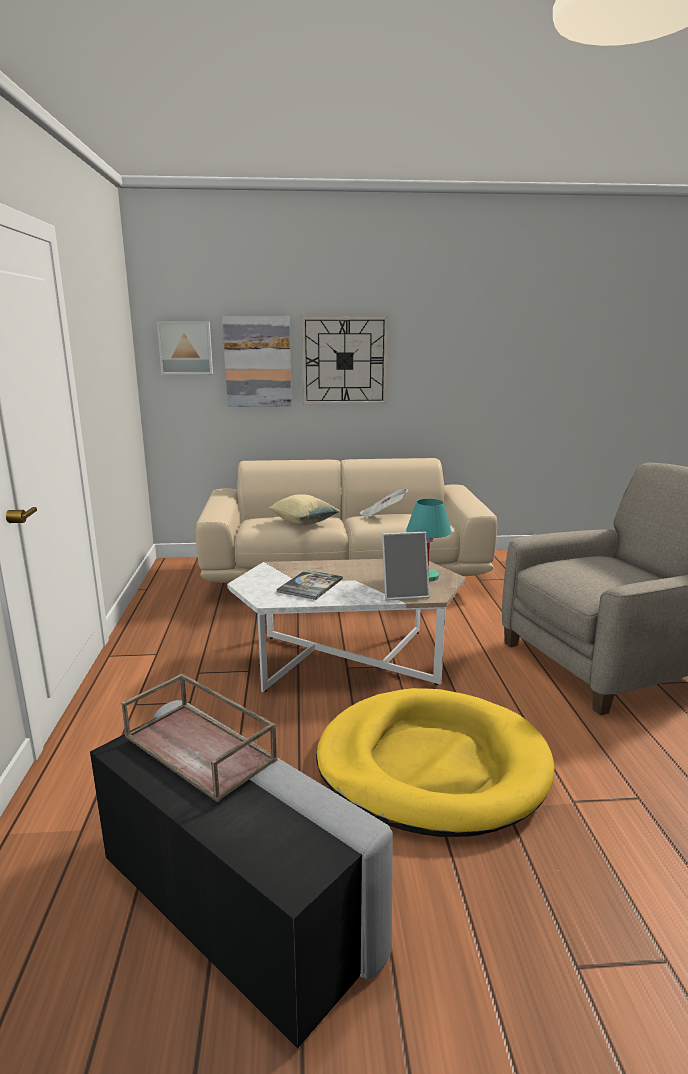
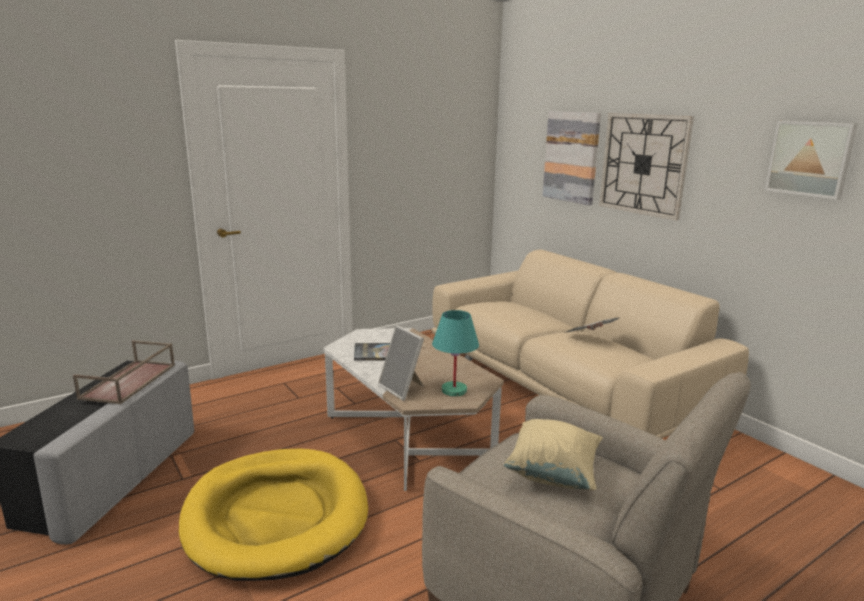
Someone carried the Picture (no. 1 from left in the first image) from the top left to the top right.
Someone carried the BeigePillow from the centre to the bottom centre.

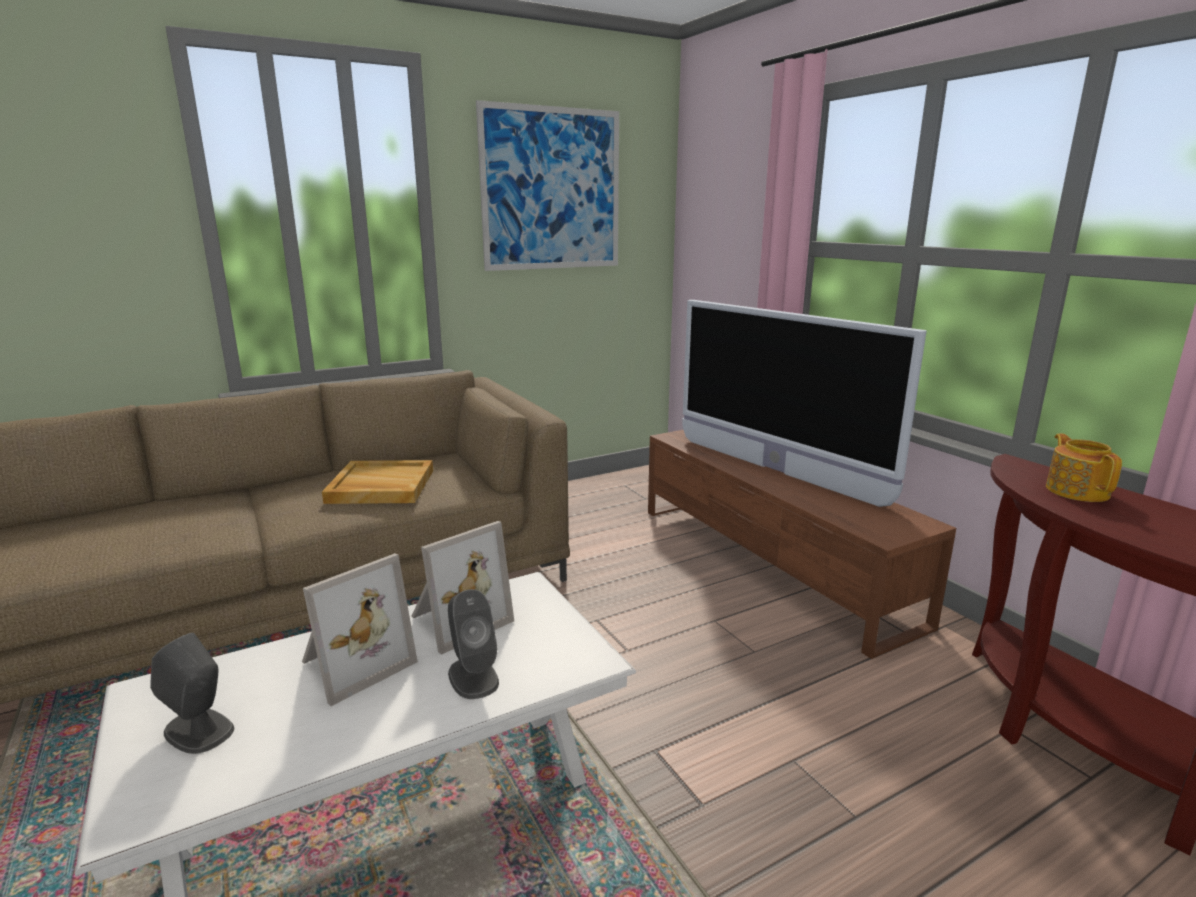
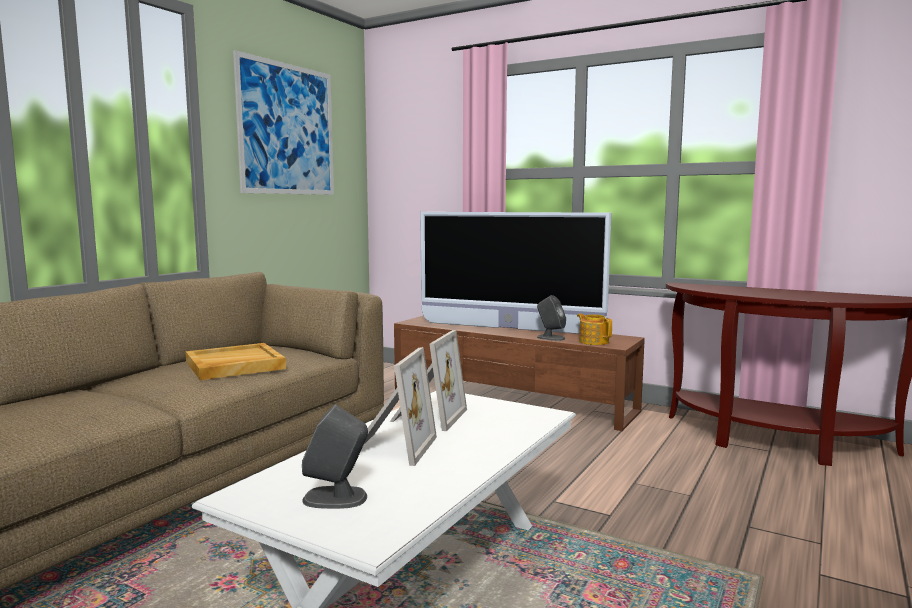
Someone carried the GreySpeaker (no. 2 from left) from the bottom centre to the centre.
Someone carried the Teapot from the middle right to the centre.

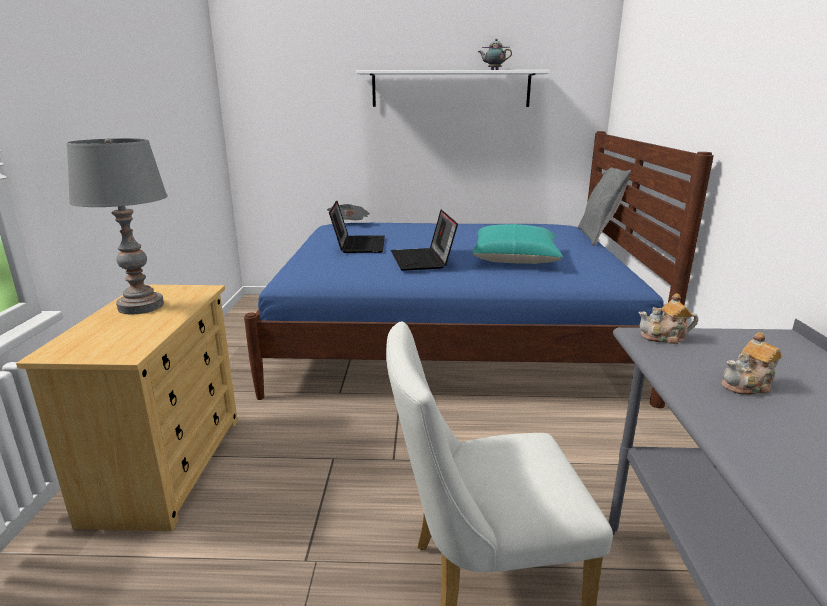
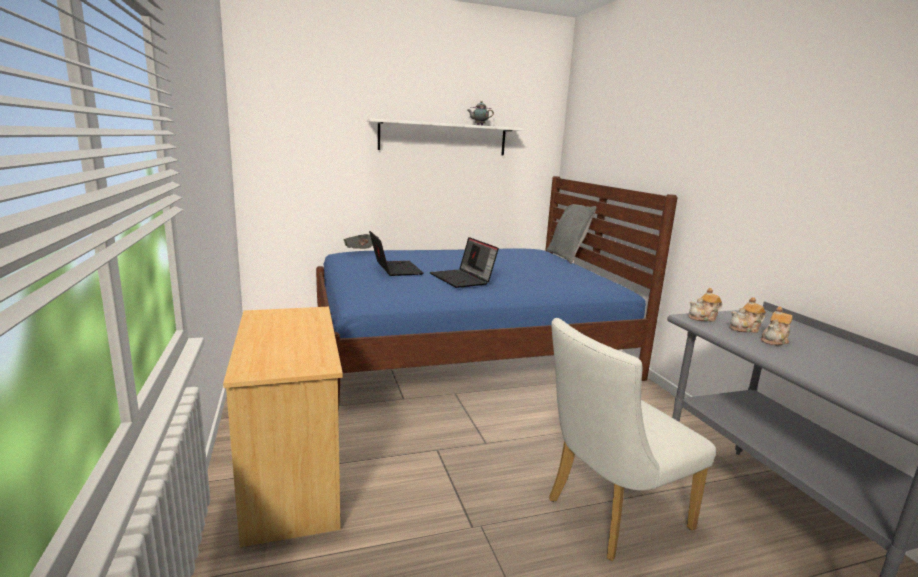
Someone took away the GreyTableLamp at the middle left.
Someone took away the TurquoisePillow at the centre.
Someone put down the Teapot (no. 3 from left) at the middle right.

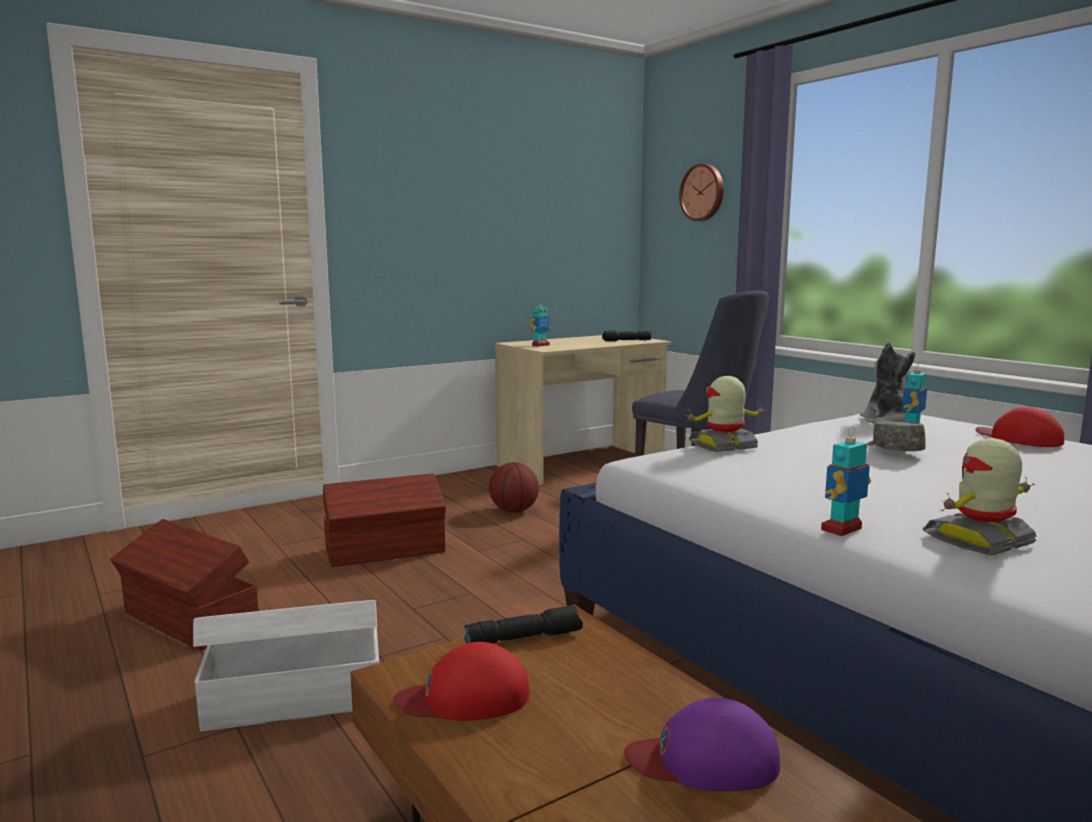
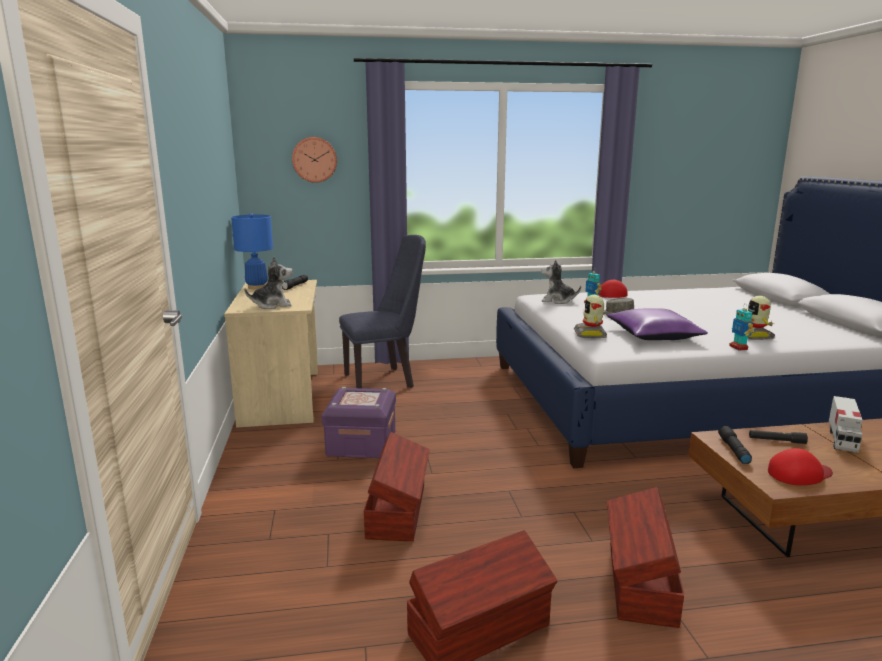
Someone put down the BlueTableLamp at the middle left.
Someone put down the PurplePillow at the middle right.
Someone put down the BlackFlashlight (no. 3 from left) at the middle right.
Someone swapped the Basketball at the centre for the PurpleStorageBox at the centre.
Someone swapped the ToyRobot (no. 1 from left) at the centre for the PlushToy (no. 1 from left) at the middle left.
Someone swapped the PurpleCap at the bottom centre for the ToyTruck at the middle right.
Someone repainted the WhiteStorageBox at the bottom left, which became the BrownStorageBox (no. 3 from left) at the bottom right.
Someone rotated the RedCap (no. 1 from left in the first image) at the bottom centre by 120 degrees counterclockwise.

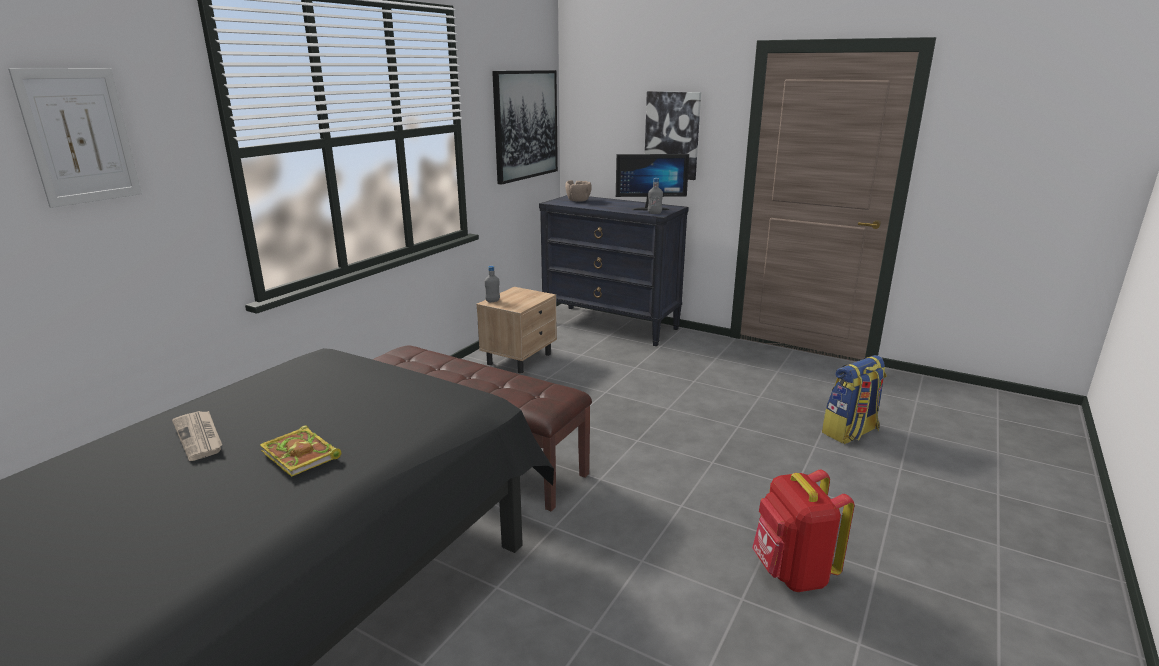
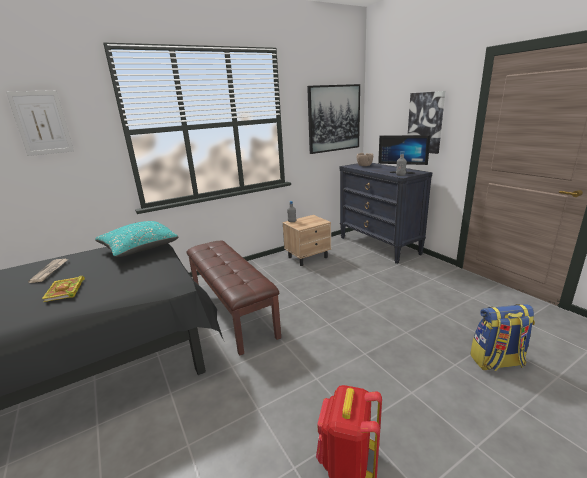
Someone put down the TurquoisePillow at the middle left.

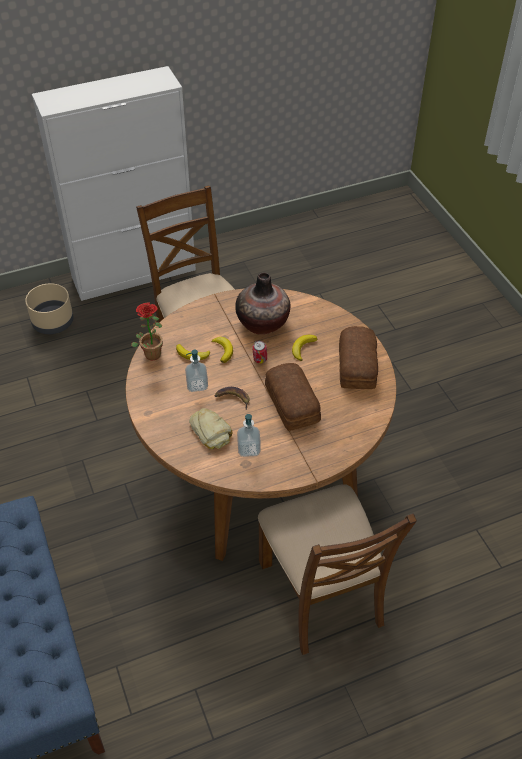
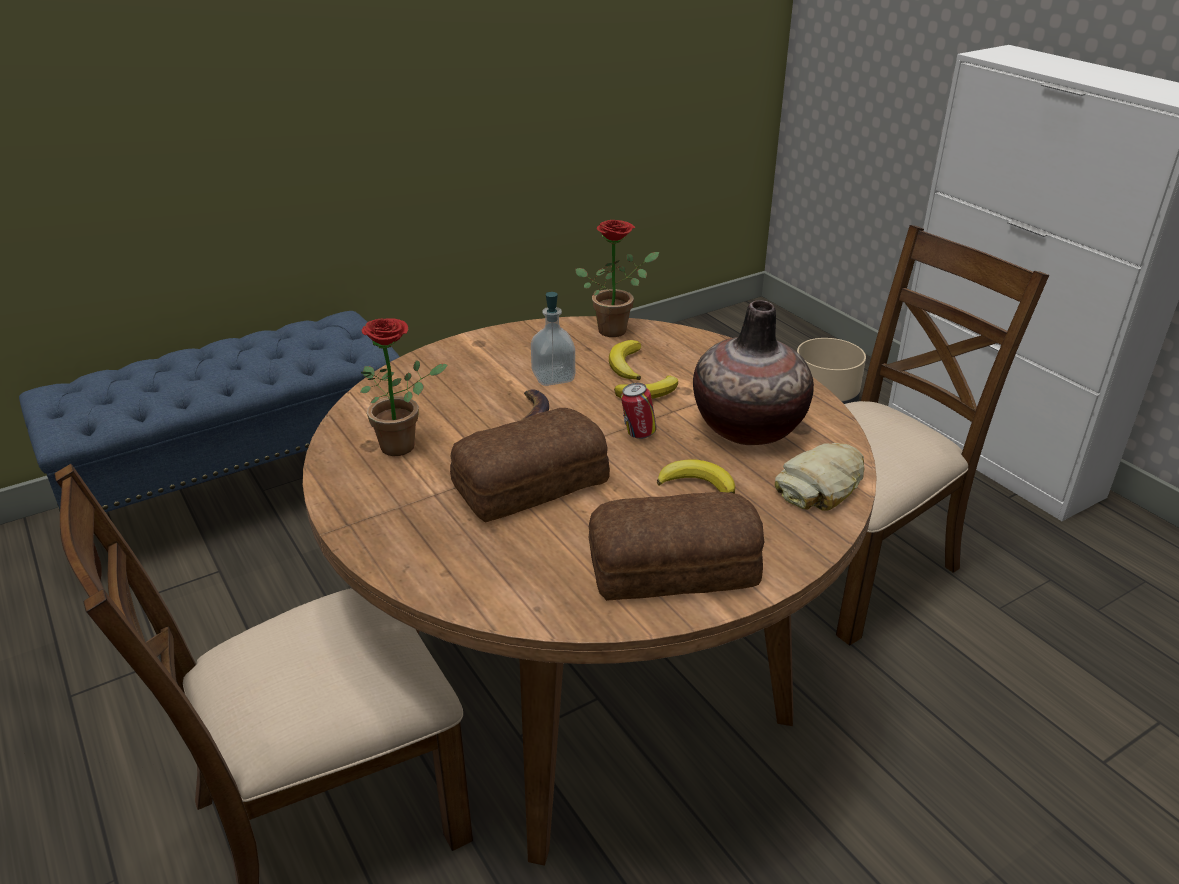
Someone carried the Bread (no. 1 from left in the first image) from the centre to the middle right.
Someone swapped the SoapDispenser (no. 2 from left) at the centre for the PottedPlant (no. 1 from left) at the centre.

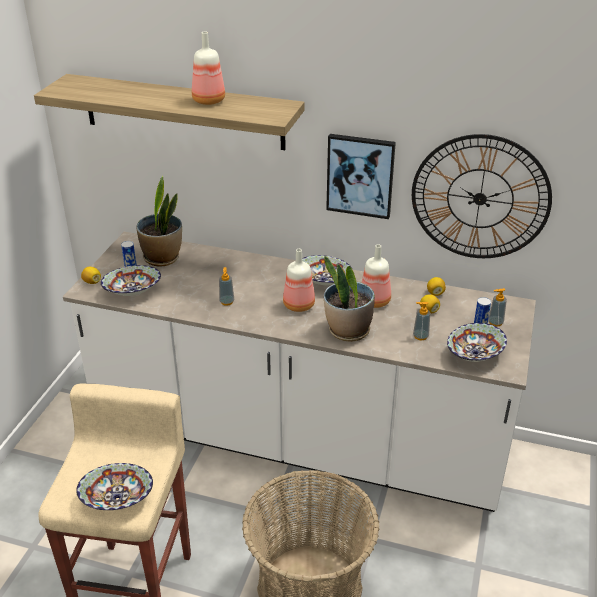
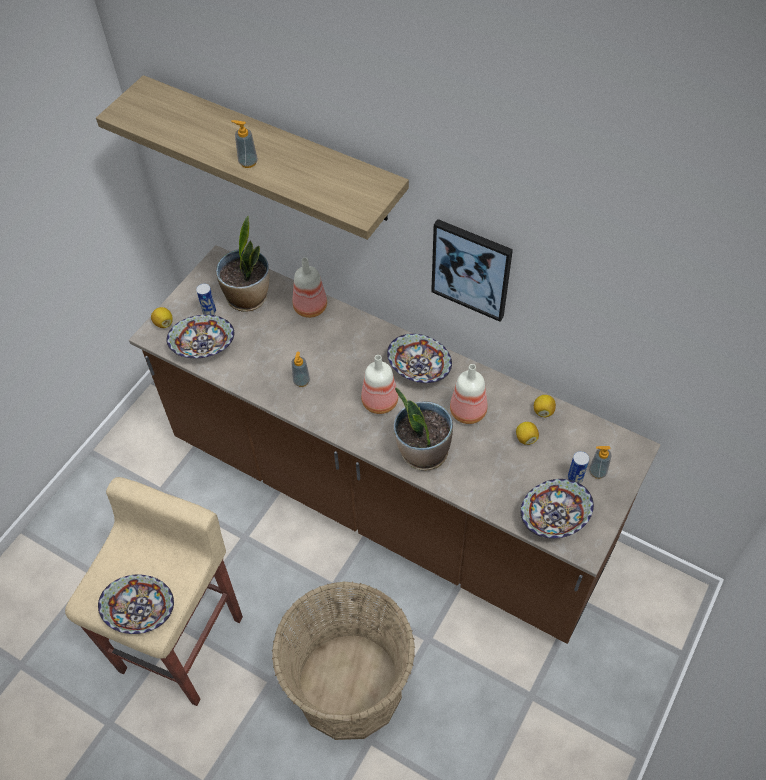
Someone took away the WallClock at the top right.
Someone carried the Bottle (no. 1 from left) from the top centre to the centre.
Someone carried the SoapDispenser (no. 2 from left in the first image) from the middle right to the top left.
Someone repainted the WhiteCounter at the centre, which became the BrownCounter at the centre.

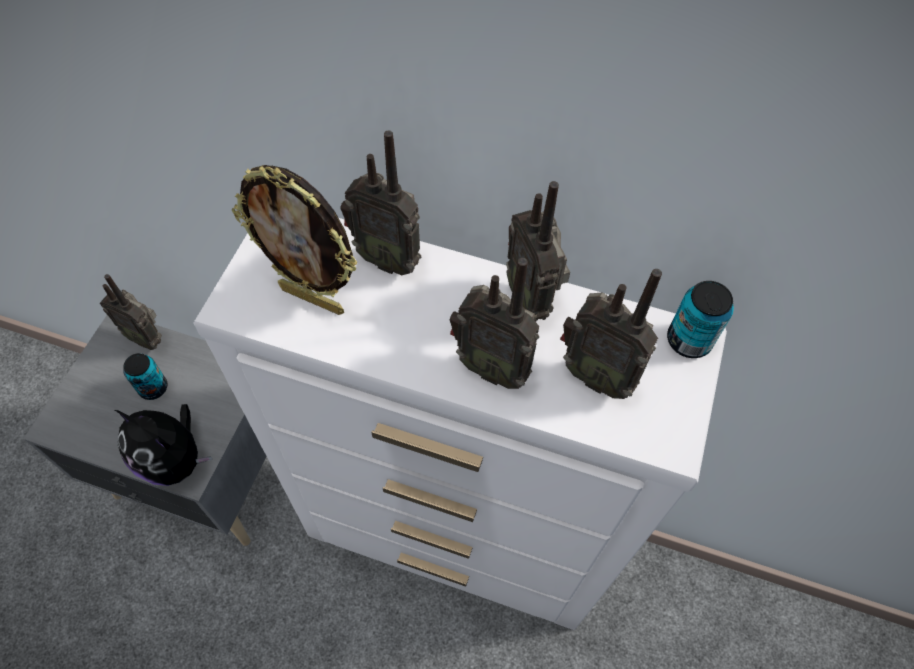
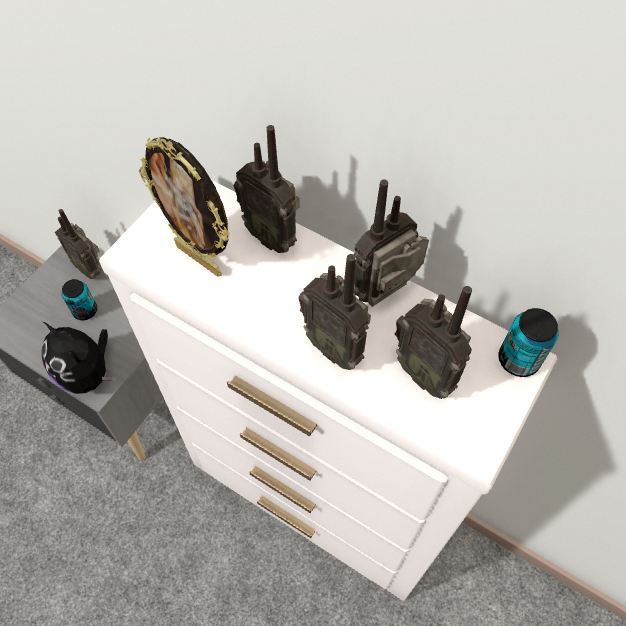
Someone rotated the Radio (no. 4 from left) at the centre by 60 degrees clockwise.

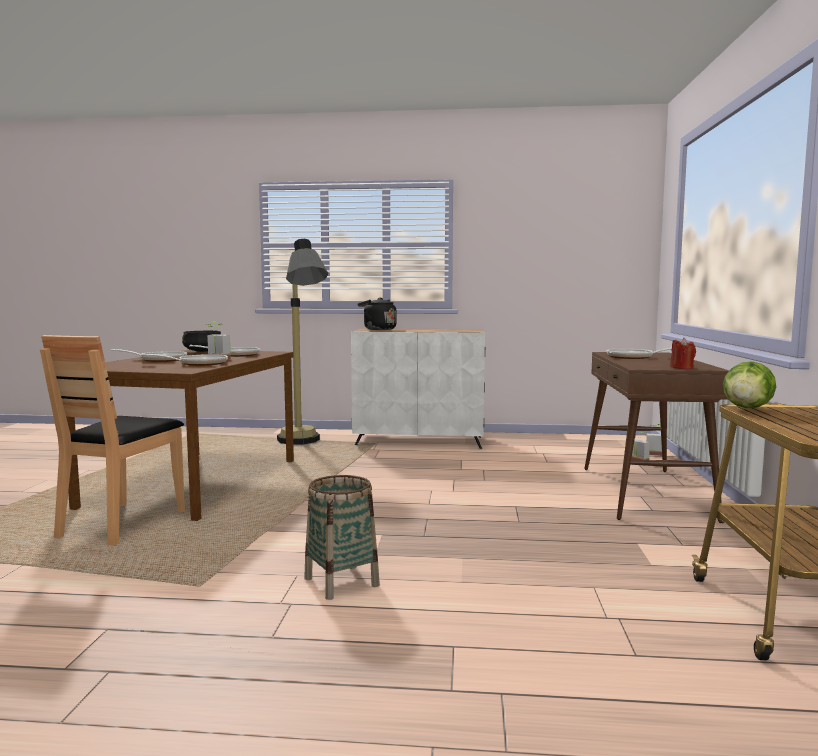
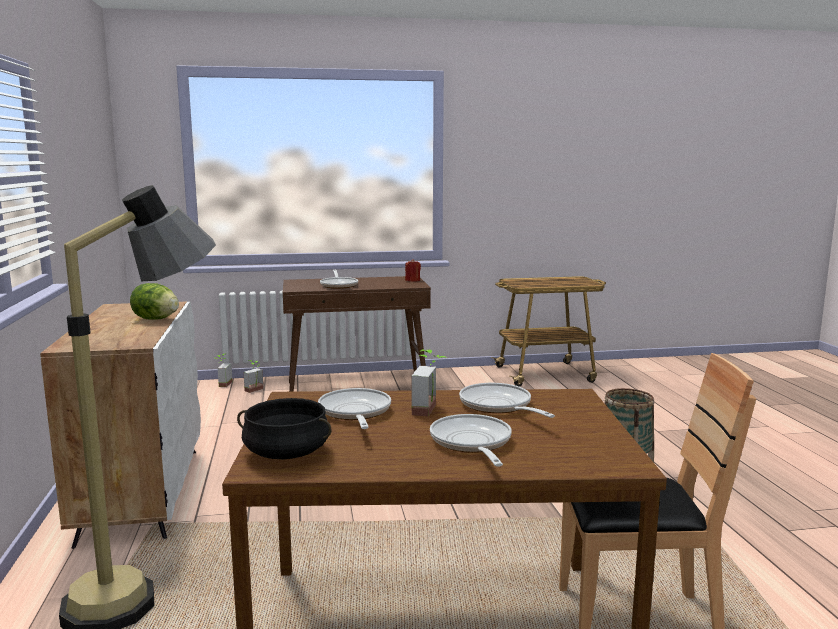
Someone took away the BlackKettle at the centre.
Someone carried the Lettuce from the middle right to the middle left.

